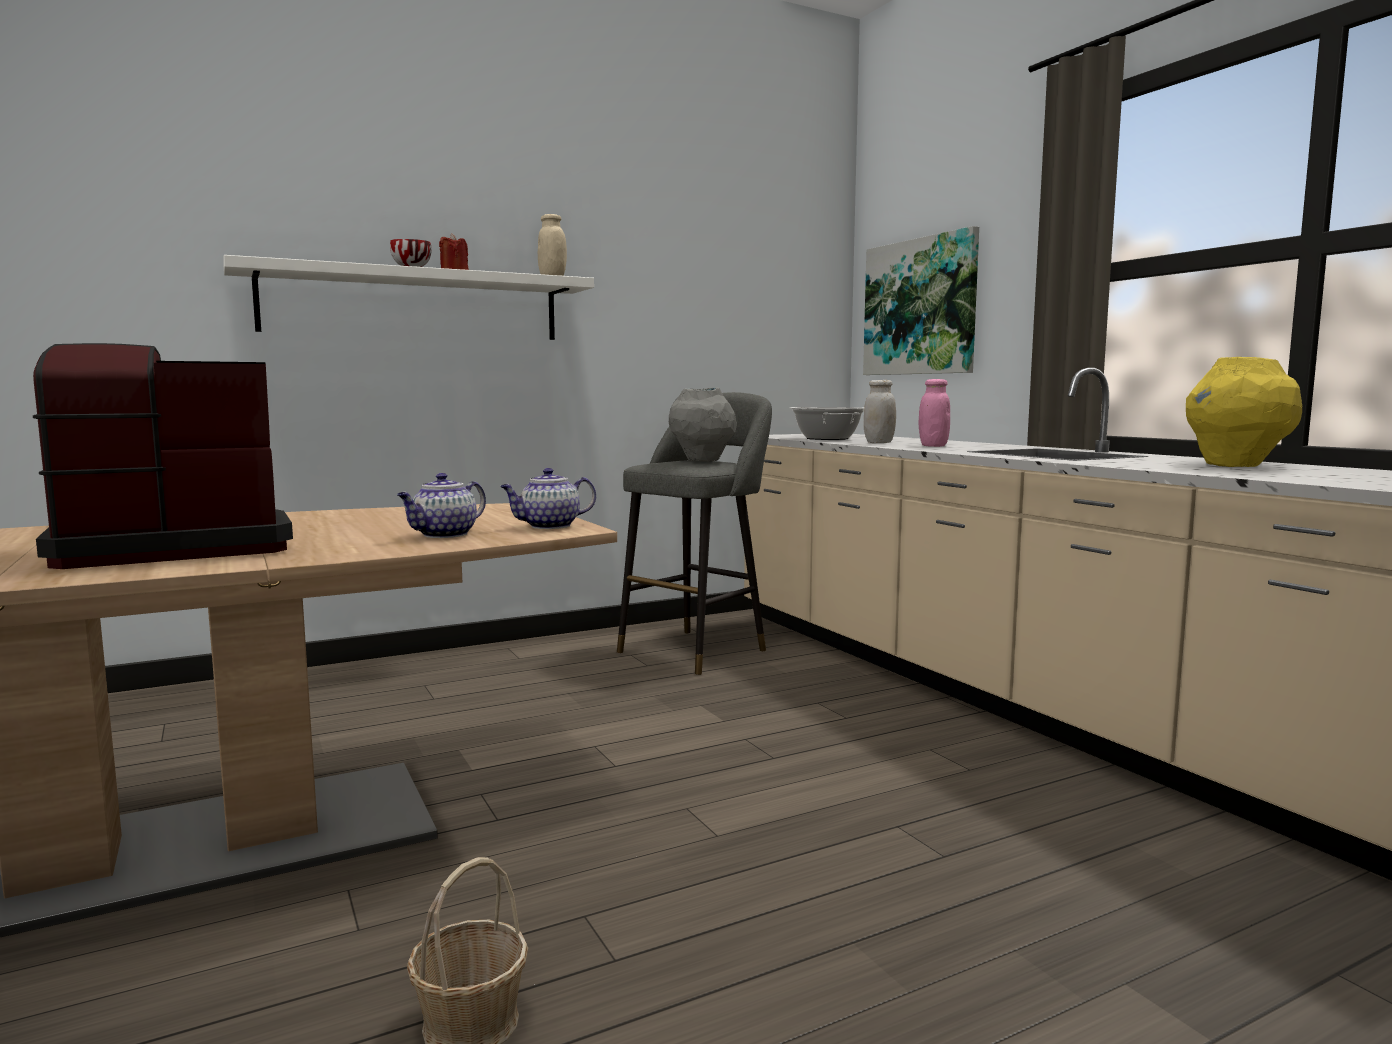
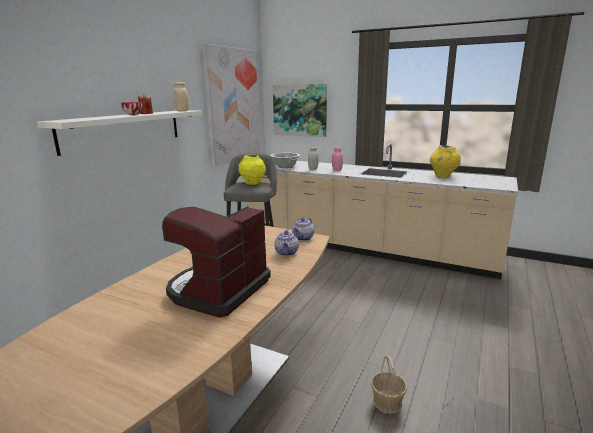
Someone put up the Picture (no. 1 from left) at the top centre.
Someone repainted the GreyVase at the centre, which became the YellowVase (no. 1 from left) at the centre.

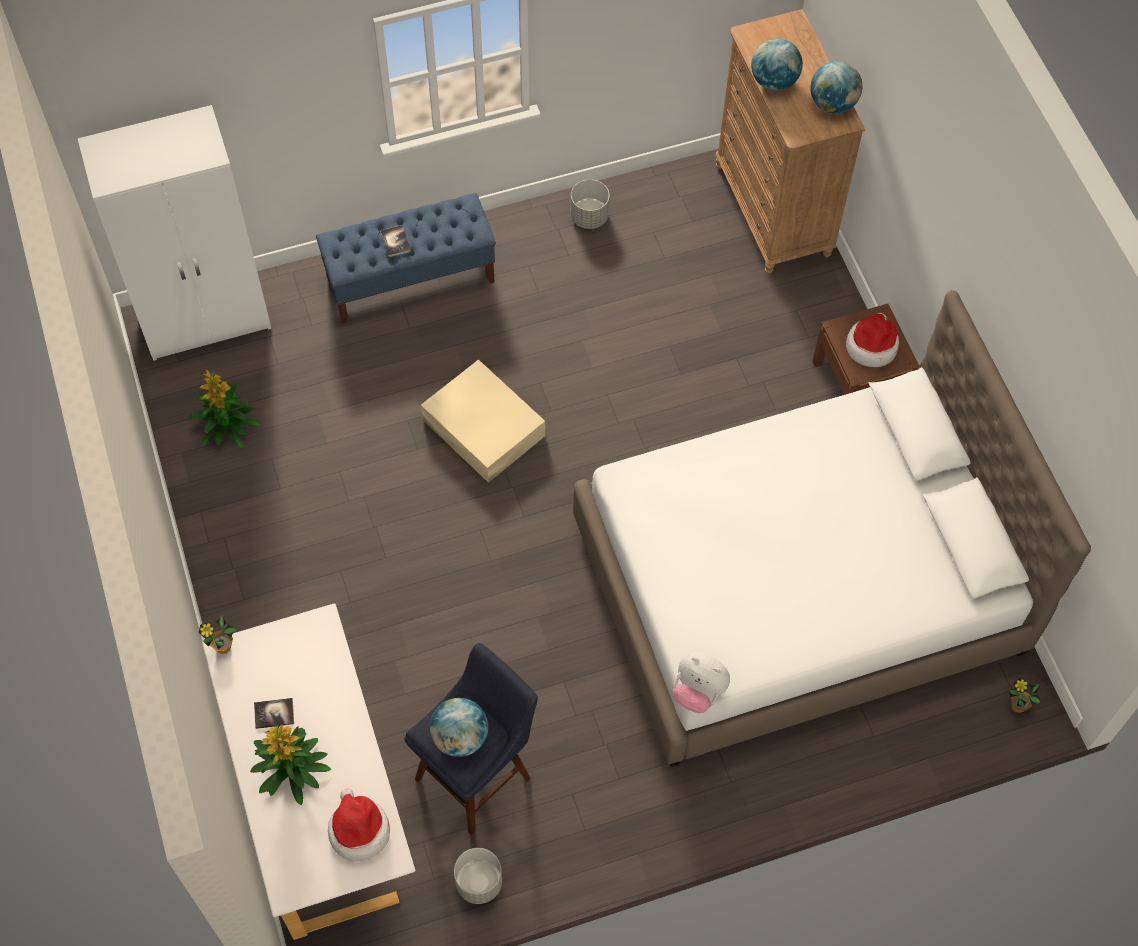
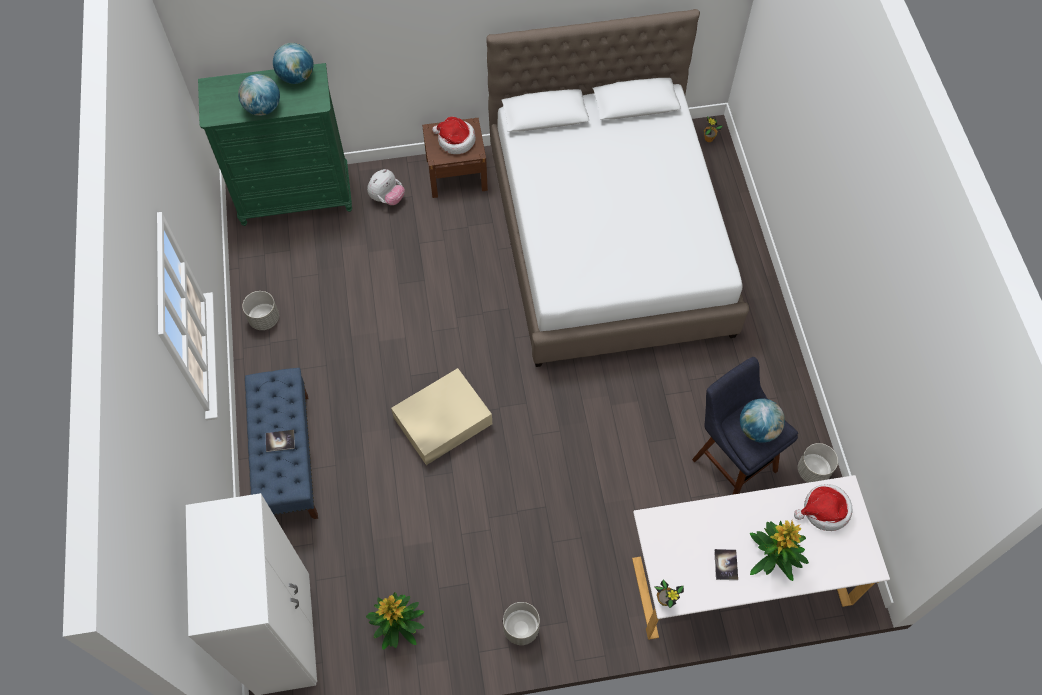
Someone put down the GreyPlanter (no. 2 from left) at the bottom centre.
Someone carried the PlushToy from the bottom centre to the top centre.
Someone repainted the BrownDresser at the top right, which became the GreenDresser at the top left.

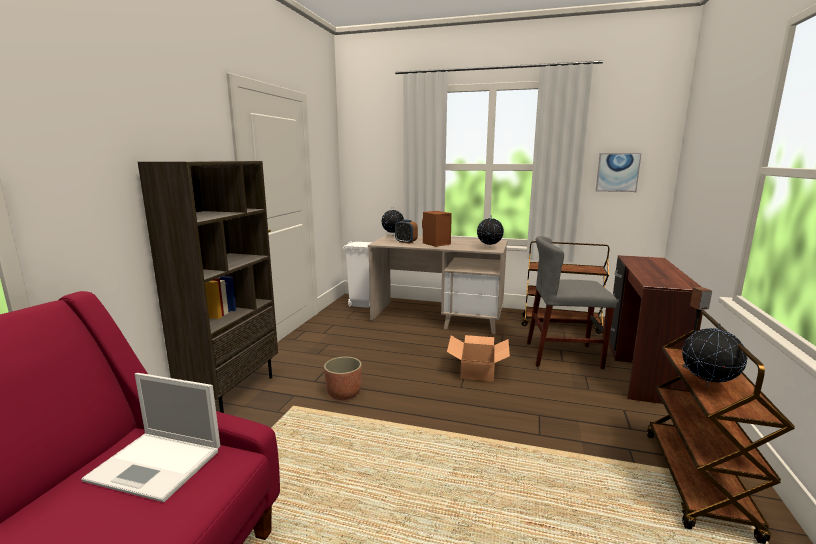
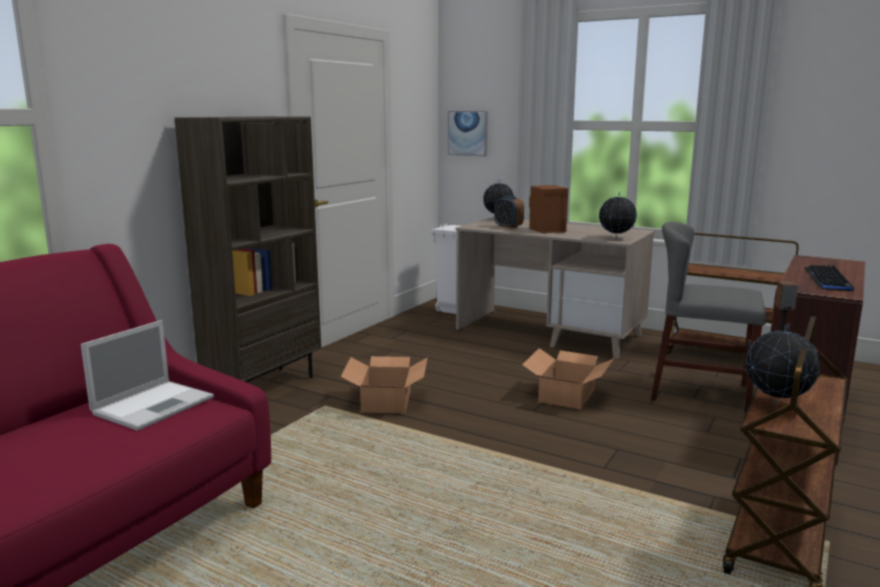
Someone put down the Keyboard at the middle right.
Someone carried the Picture from the top right to the top centre.
Someone swapped the Planter at the bottom centre for the CardboardBox (no. 1 from left) at the centre.
Someone rotated the Laptop at the bottom left by 90 degrees counterclockwise.

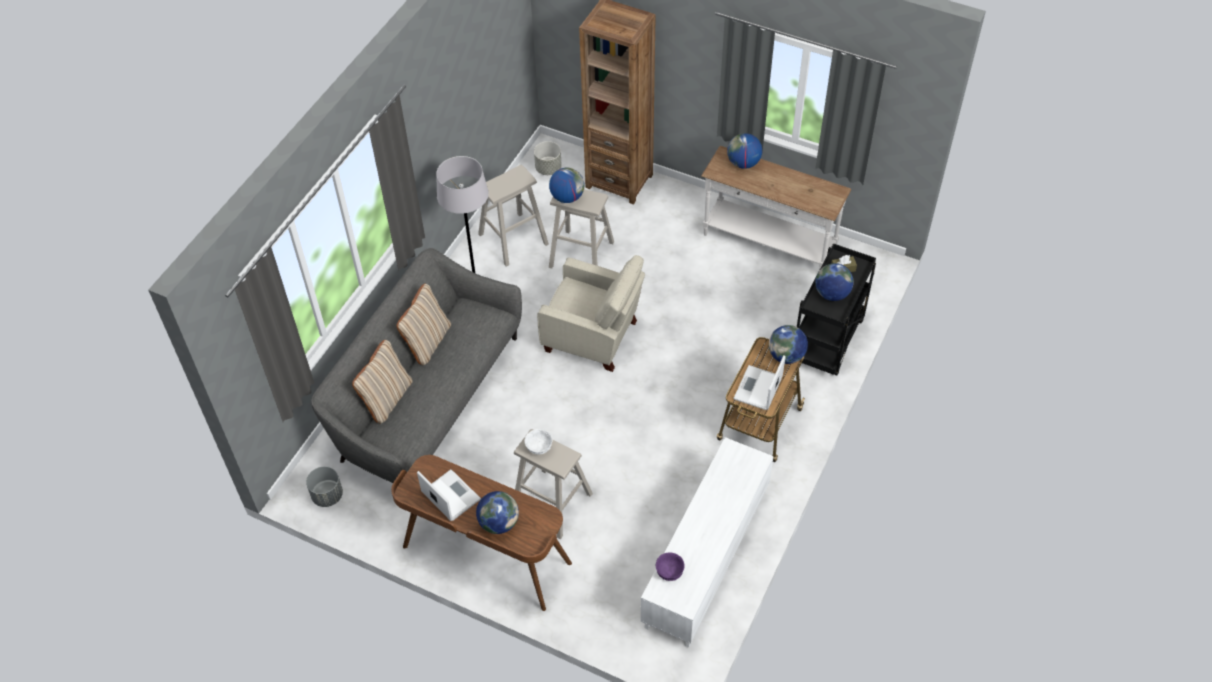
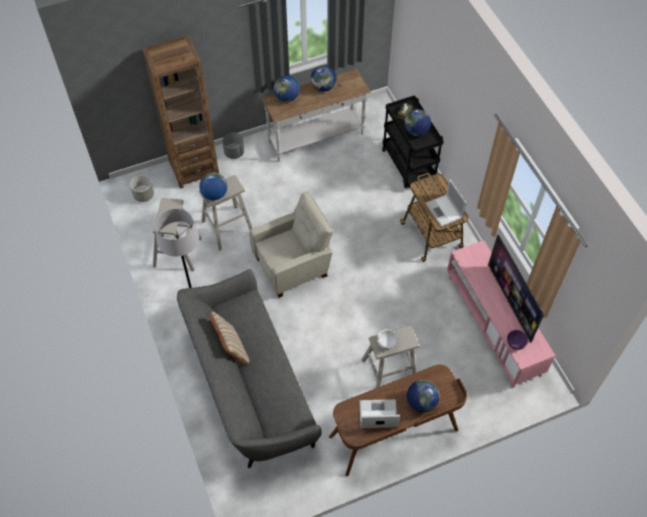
Someone took away the BeigePillow (no. 1 from left) at the middle left.
Someone put down the Television at the middle right.
Someone carried the GreyPlanter (no. 1 from left in the first image) from the bottom left to the top centre.
Someone carried the Globe (no. 4 from left in the first image) from the centre to the top centre.
Someone repainted the WhiteTvStand at the bottom centre, which became the PinkTvStand at the middle right.

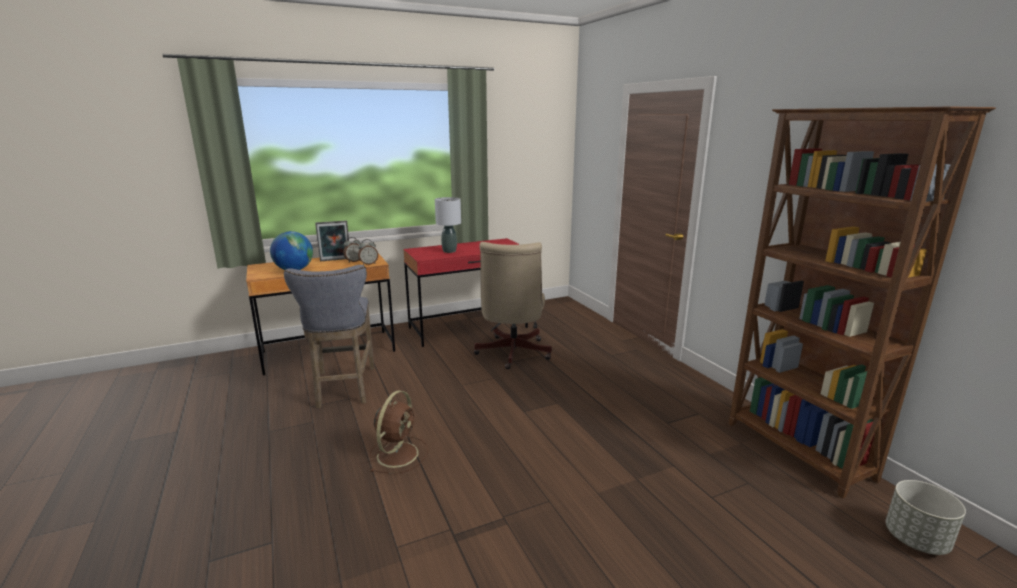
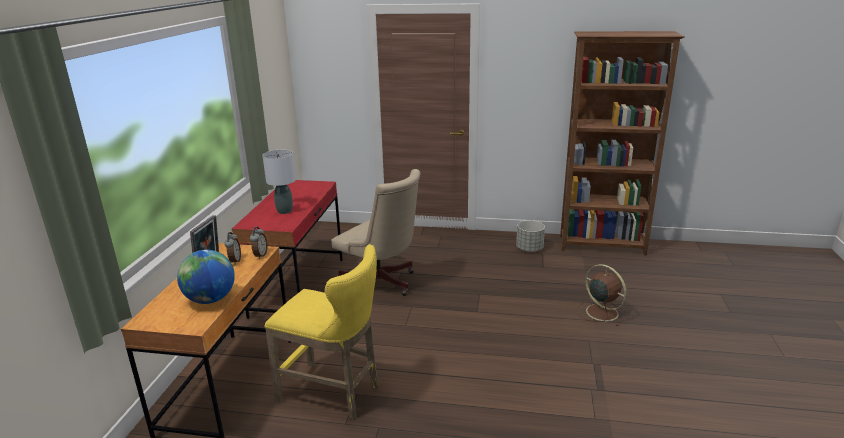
Someone carried the BrownFan from the bottom centre to the bottom right.
Someone carried the GreyPlanter from the bottom right to the centre.
Someone repainted the GreyStool at the middle left, which became the YellowStool at the bottom centre.

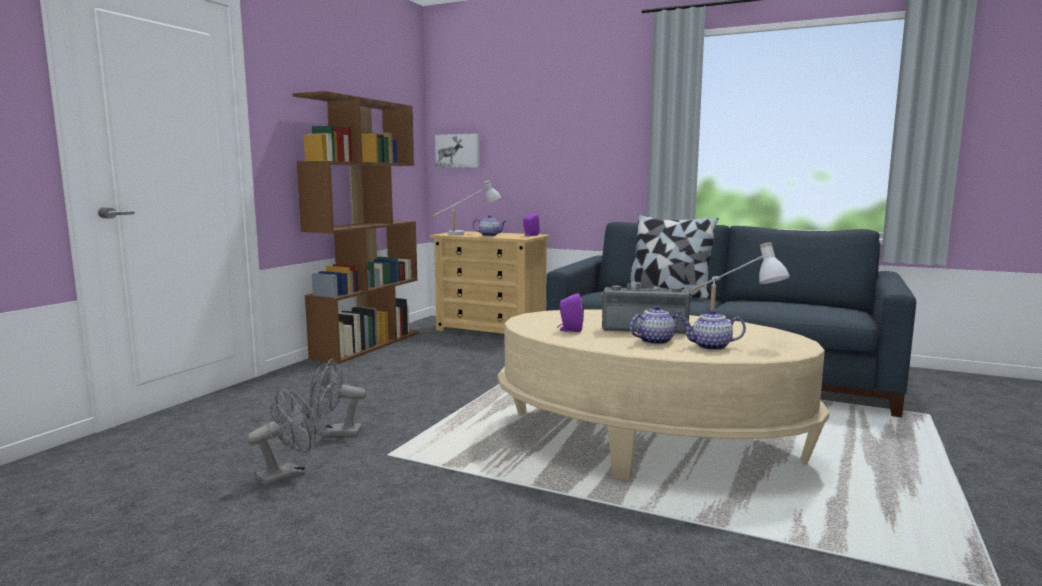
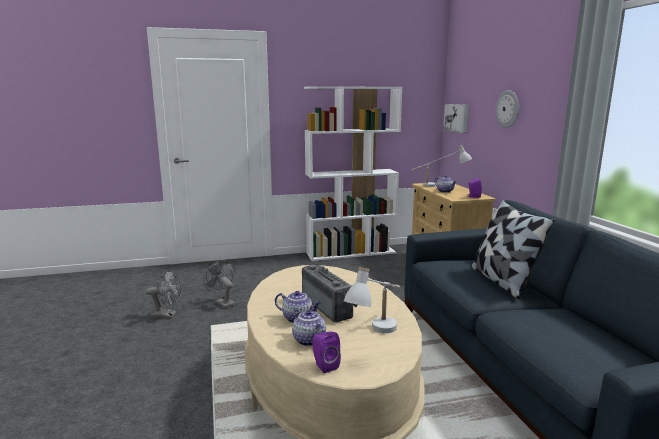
Someone put up the WallClock at the top right.
Someone carried the PurpleSpeaker (no. 2 from left in the first image) from the centre to the bottom centre.
Someone repainted the BrownBookcase at the centre, which became the WhiteBookcase at the centre.

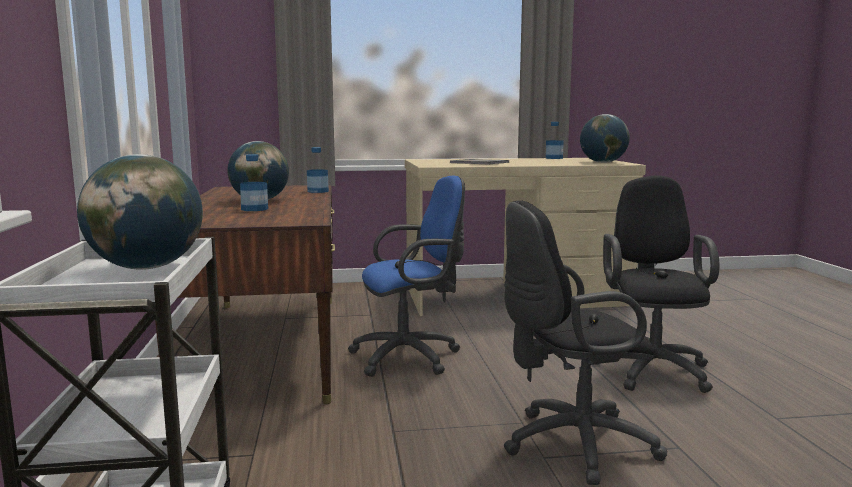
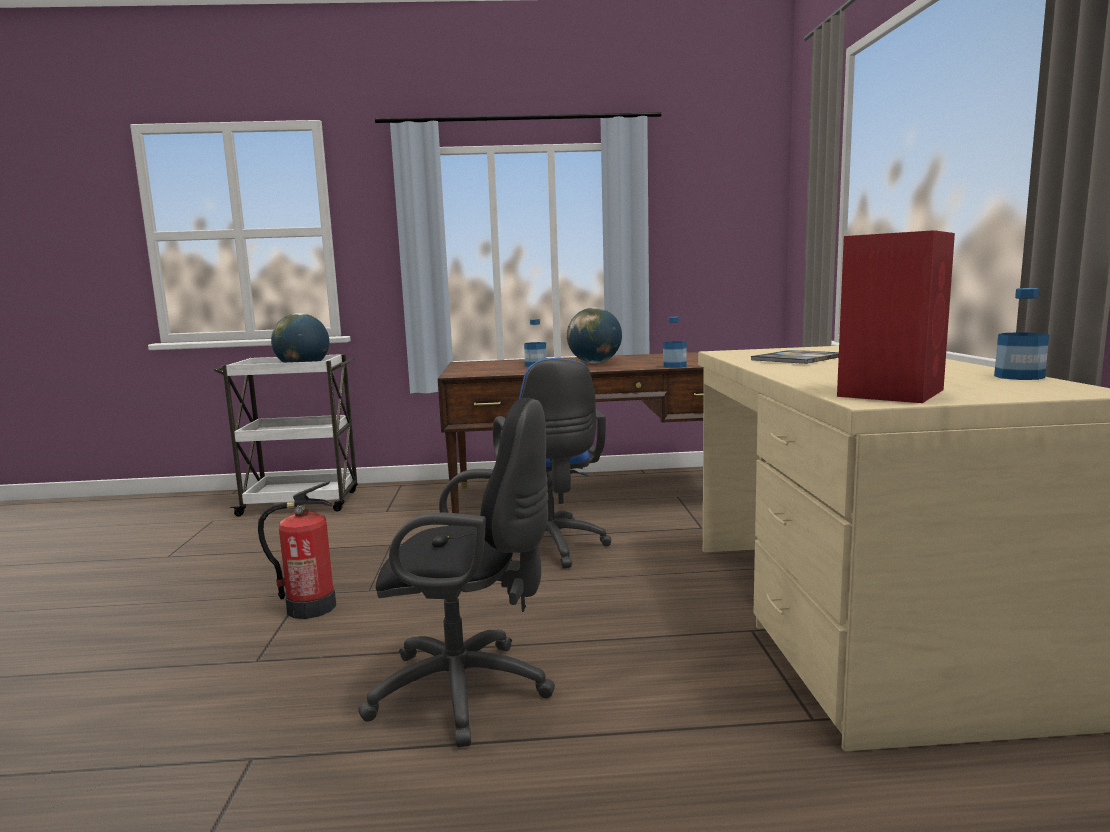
Someone swapped the BlackOfficeChair (no. 1 from left) at the bottom right for the FireExtinguisher at the middle left.
Someone swapped the Globe (no. 3 from left) at the top right for the RedSpeaker at the middle right.

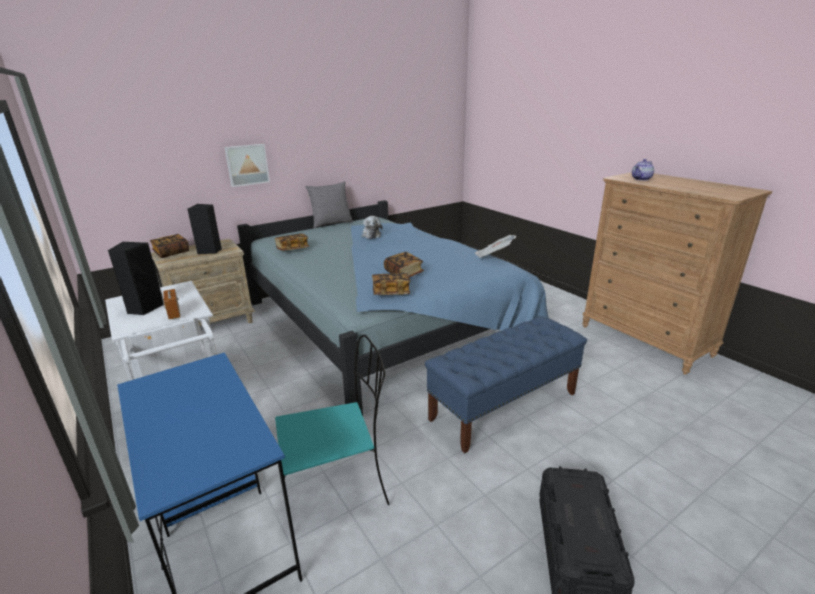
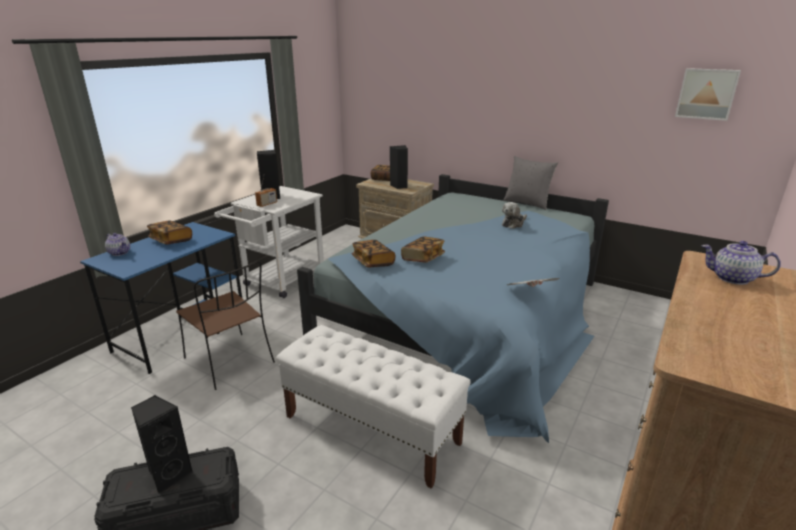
Someone put down the Teapot (no. 1 from left) at the middle left.
Someone put down the BlackSpeaker (no. 1 from left) at the bottom left.
Someone carried the Picture from the top left to the top right.
Someone carried the Book (no. 2 from left in the first image) from the centre to the middle left.
Someone repainted the TurquoiseChair at the bottom centre, which became the BrownChair at the middle left.
Someone repainted the BlueBench at the centre, which became the WhiteBench at the bottom centre.

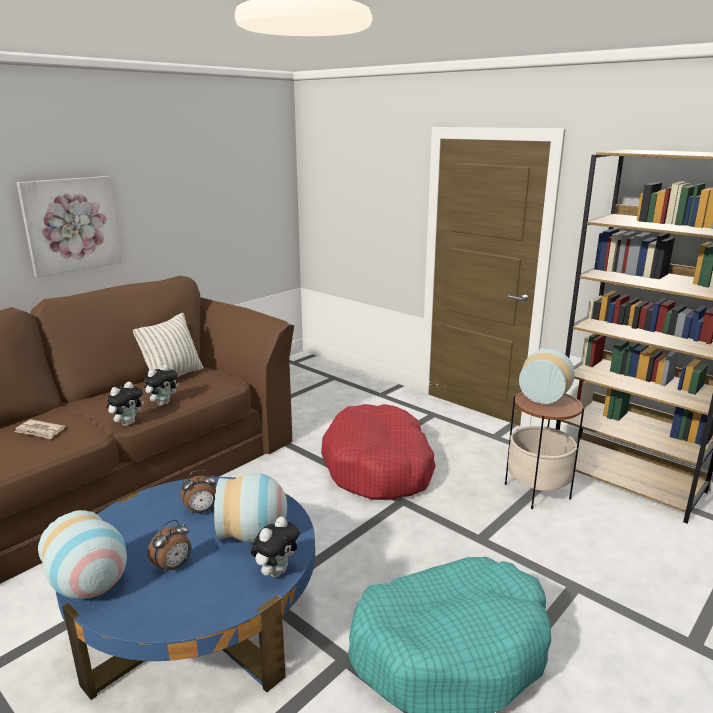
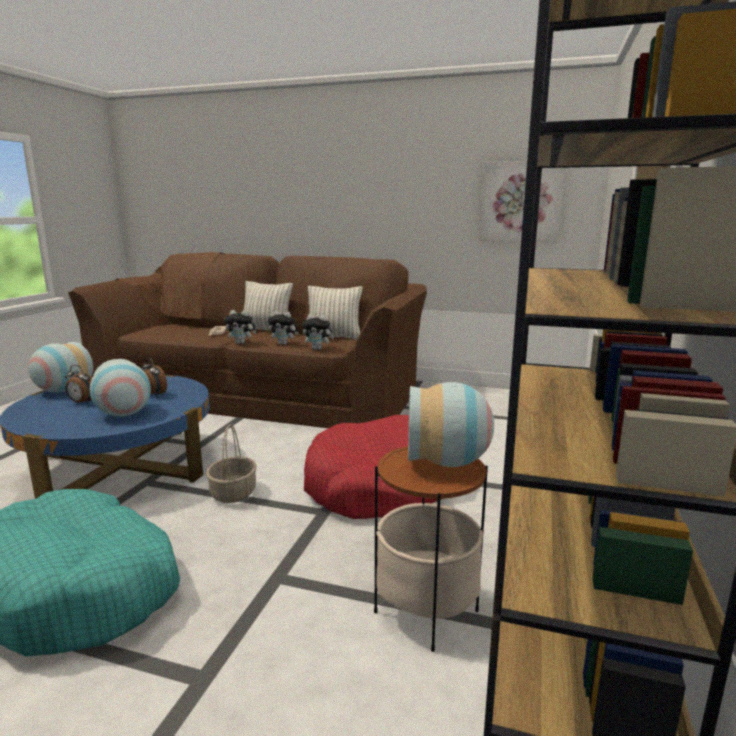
Someone put down the Basket at the middle left.
Someone put down the Pillow (no. 1 from left) at the centre.
Someone carried the Picture from the top left to the top right.
Someone carried the PlushToy (no. 3 from left) from the bottom centre to the centre.

